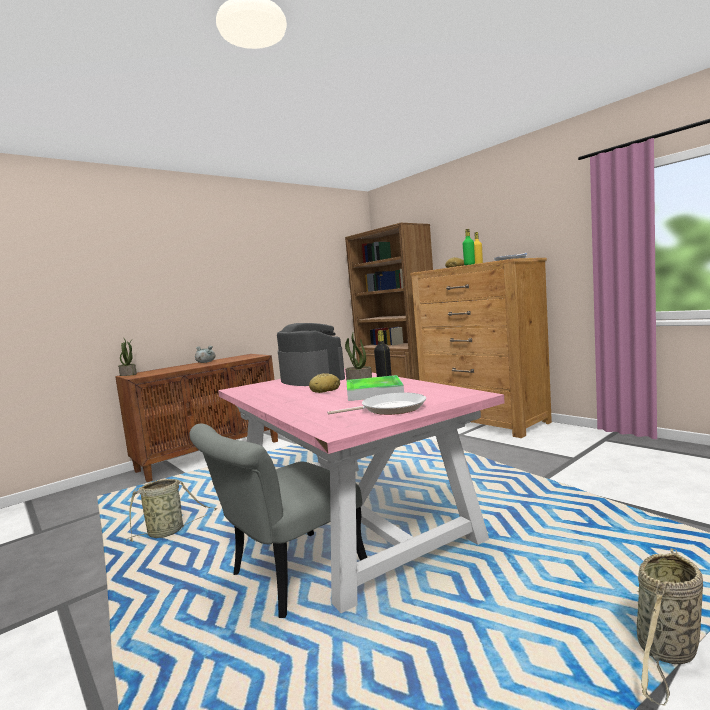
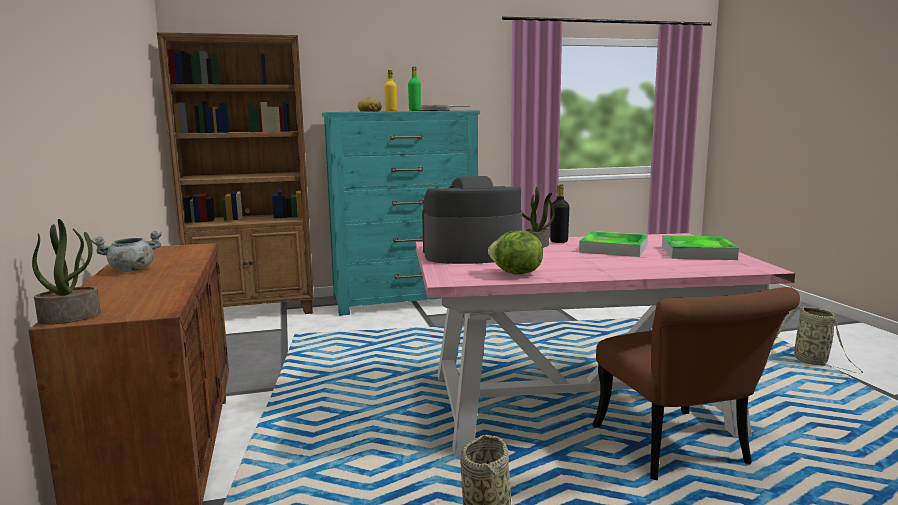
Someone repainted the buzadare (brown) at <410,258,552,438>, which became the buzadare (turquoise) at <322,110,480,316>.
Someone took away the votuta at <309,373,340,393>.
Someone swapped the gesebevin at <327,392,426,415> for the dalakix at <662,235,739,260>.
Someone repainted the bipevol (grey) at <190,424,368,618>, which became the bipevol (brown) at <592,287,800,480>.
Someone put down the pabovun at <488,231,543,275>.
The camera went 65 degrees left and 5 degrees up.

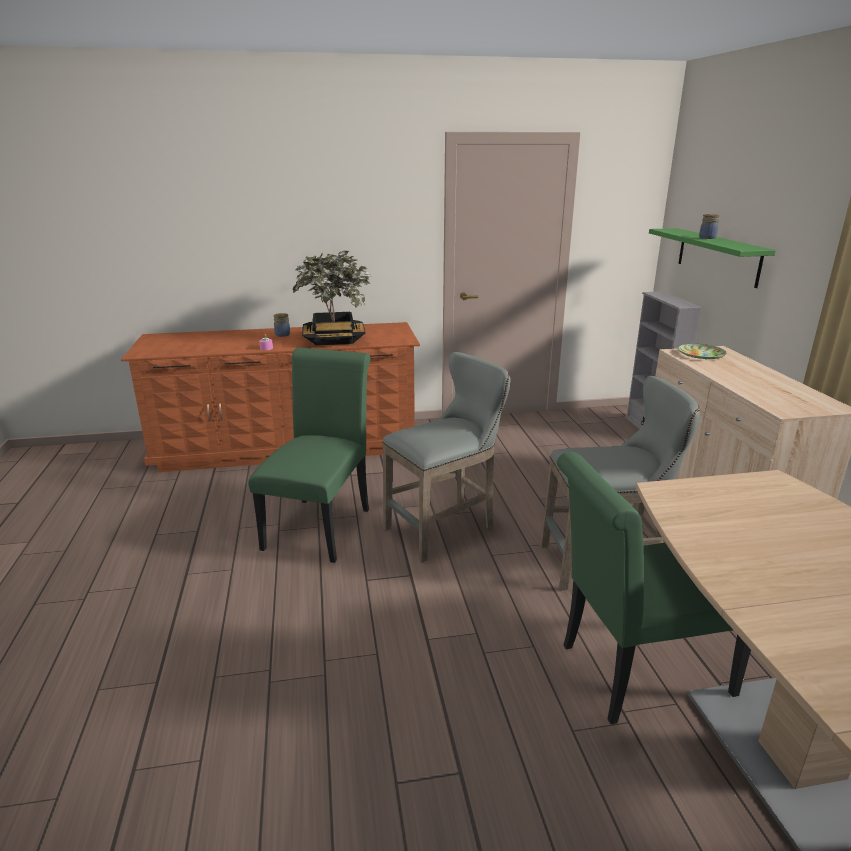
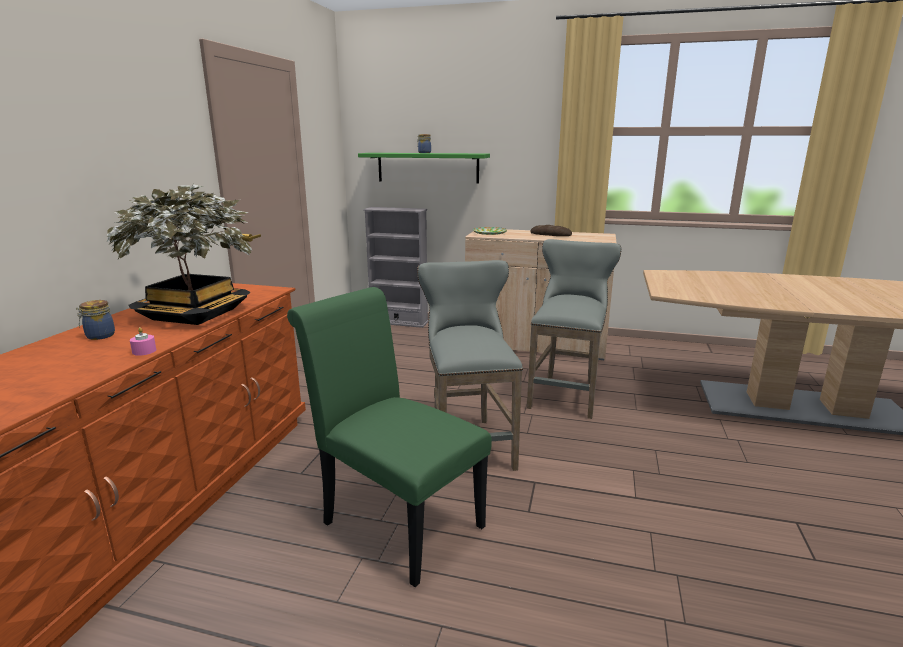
Someone took away the bipevol (green) at <557,452,751,724>.
Someone put down the votuta at <531,225,572,236>.
The camera went 65 degrees left and 5 degrees down.

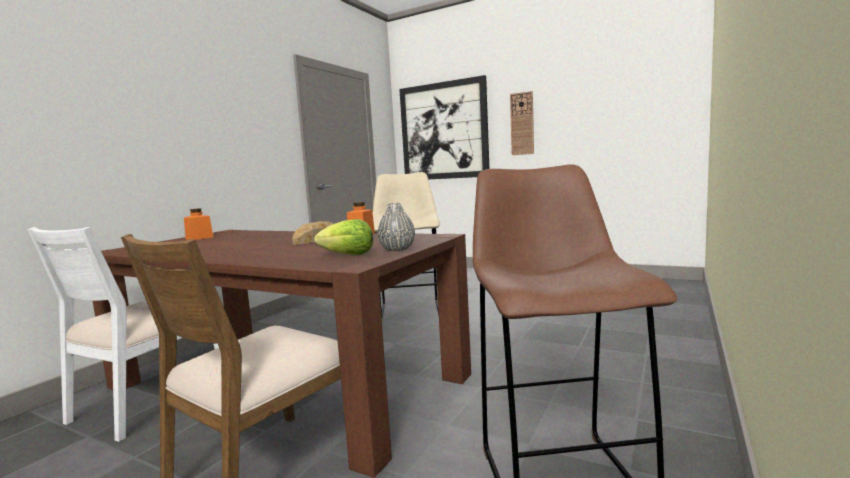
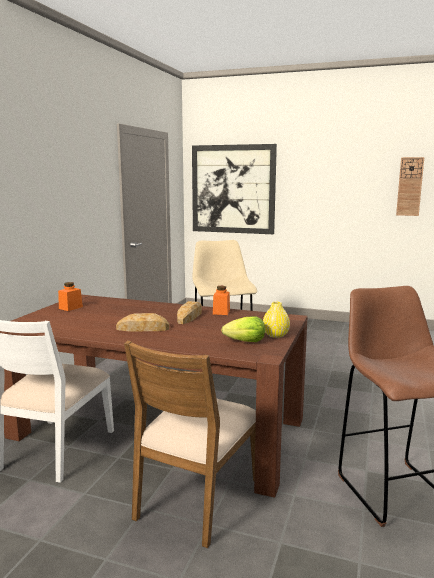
Someone carried the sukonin from <510,91,534,155> to <396,157,424,216>.
Someone repainted the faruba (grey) at <378,203,415,251>, which became the faruba (yellow) at <263,302,290,338>.
Someone put down the votuta at <116,313,169,331>.
The camera went 10 degrees left and 5 degrees up.

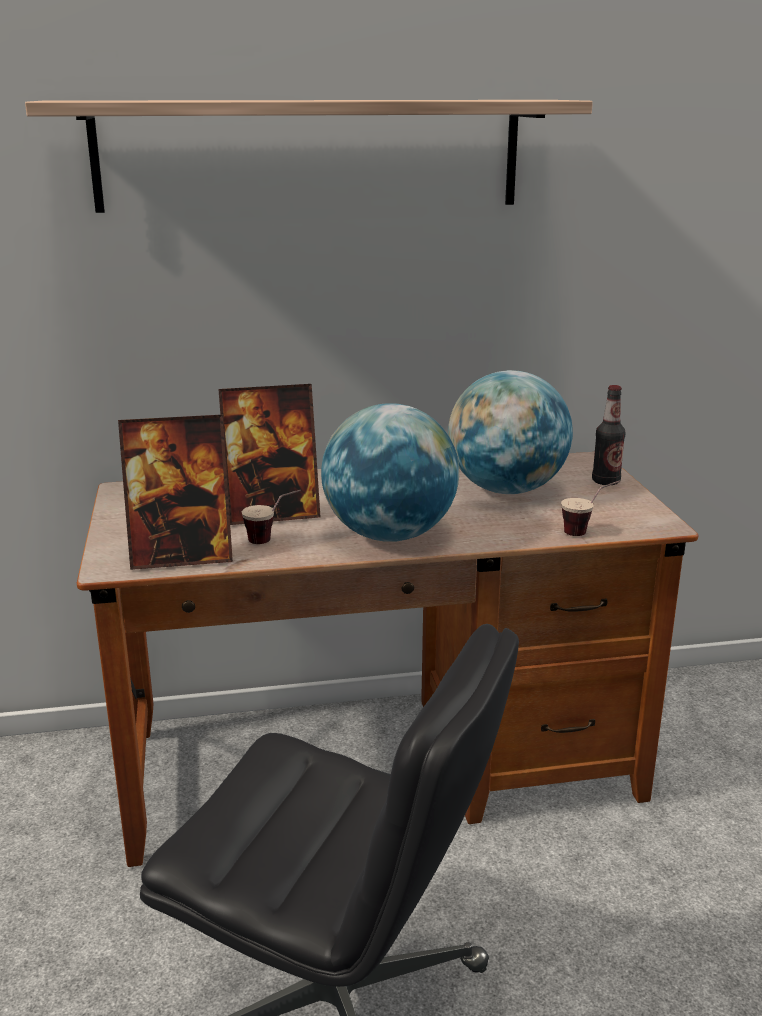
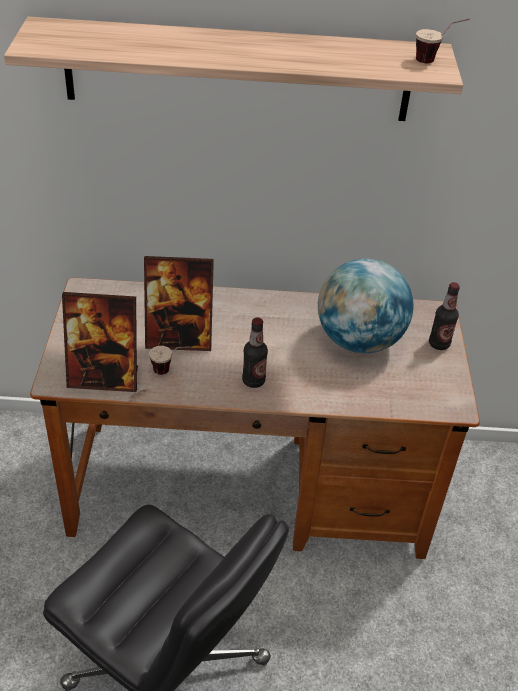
Someone swapped the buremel at <321,403,459,542> for the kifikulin at <242,317,268,388>.
Someone carried the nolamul from <561,480,620,536> to <416,19,469,63>.
The camera went 10 degrees right and 20 degrees up.

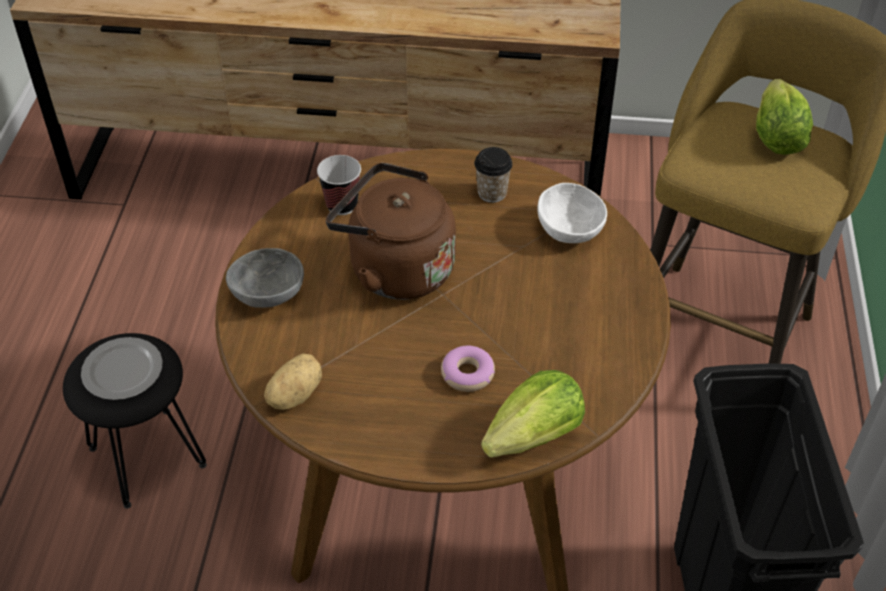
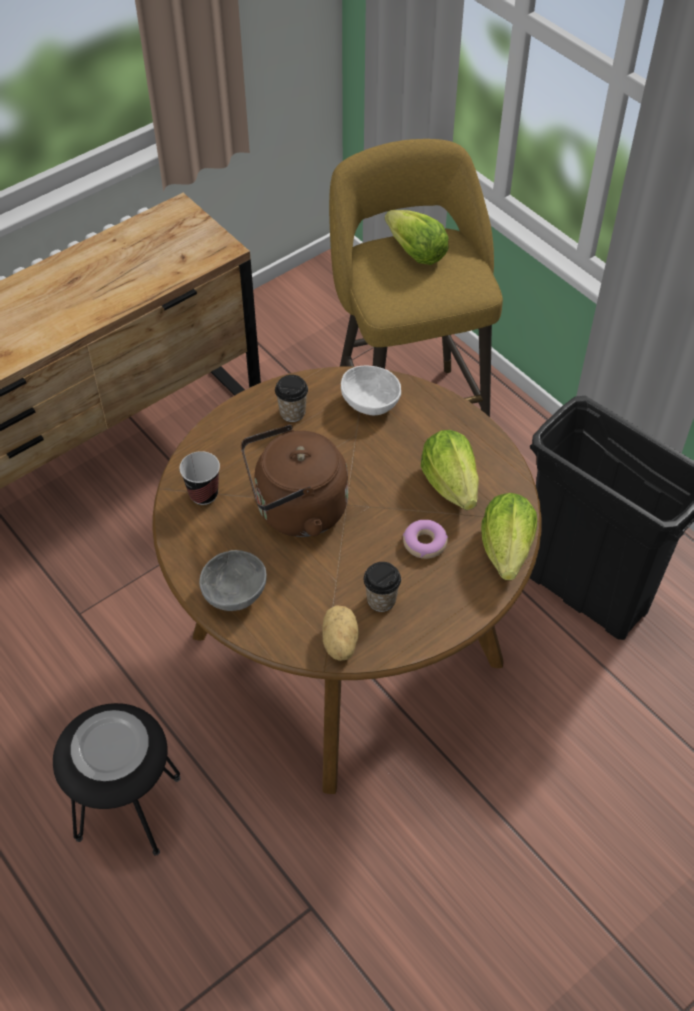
Someone put down the pabovun at <421,430,479,510>.
Someone put down the nolamul at <364,562,401,612>.
The camera went 45 degrees left and 5 degrees up.

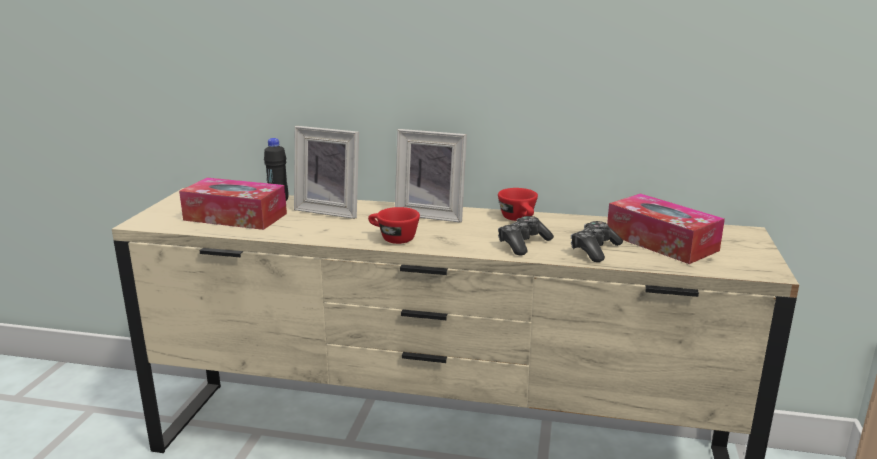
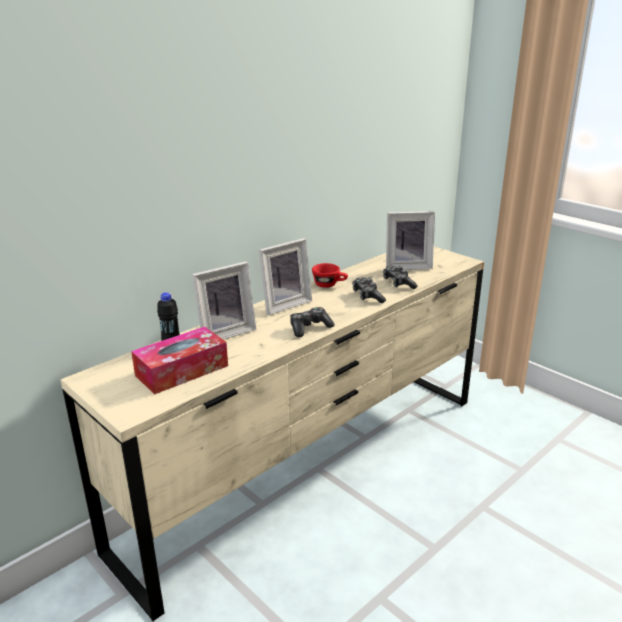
Someone swapped the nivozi at <607,193,725,264> for the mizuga at <386,211,435,270>.
Someone swapped the nolamul (red) at <368,207,420,244> for the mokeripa at <290,307,335,337>.
The camera went 55 degrees left and 5 degrees up.

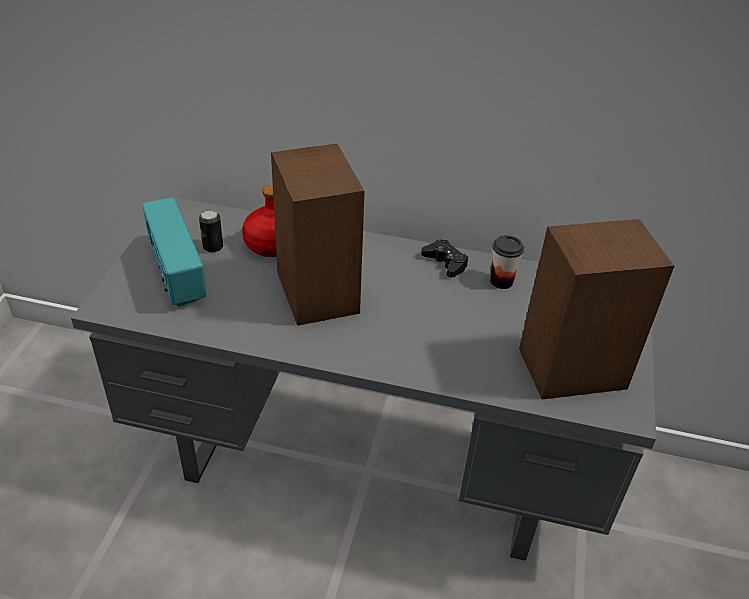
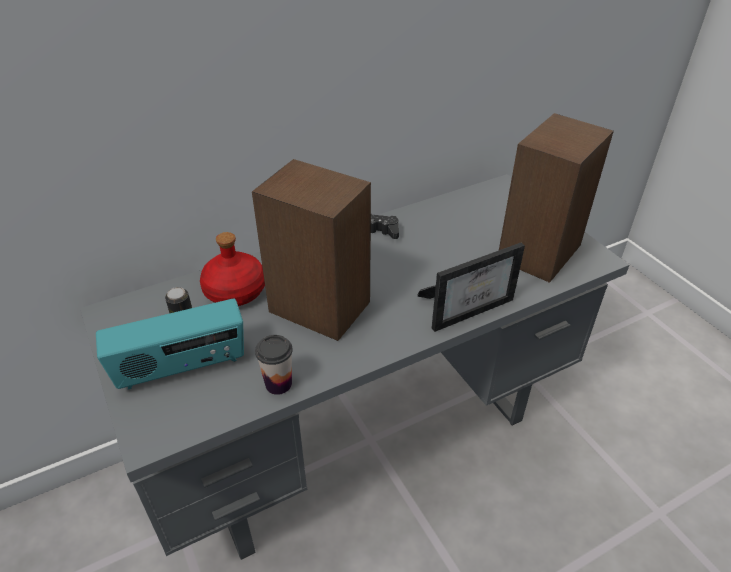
Someone rotated the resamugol at <142,197,206,307> by 45 degrees counterclockwise.
Someone carried the nolamul from <490,235,524,289> to <255,335,293,395>.
Someone put down the mizuga at <417,243,525,332>.
The camera went 40 degrees left and 0 degrees up.

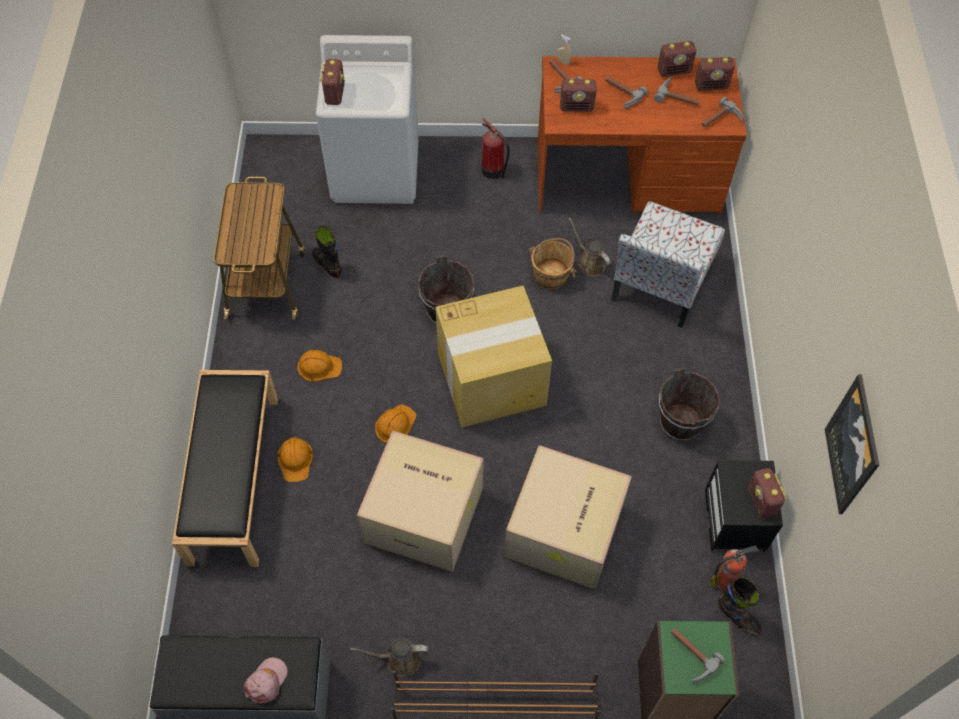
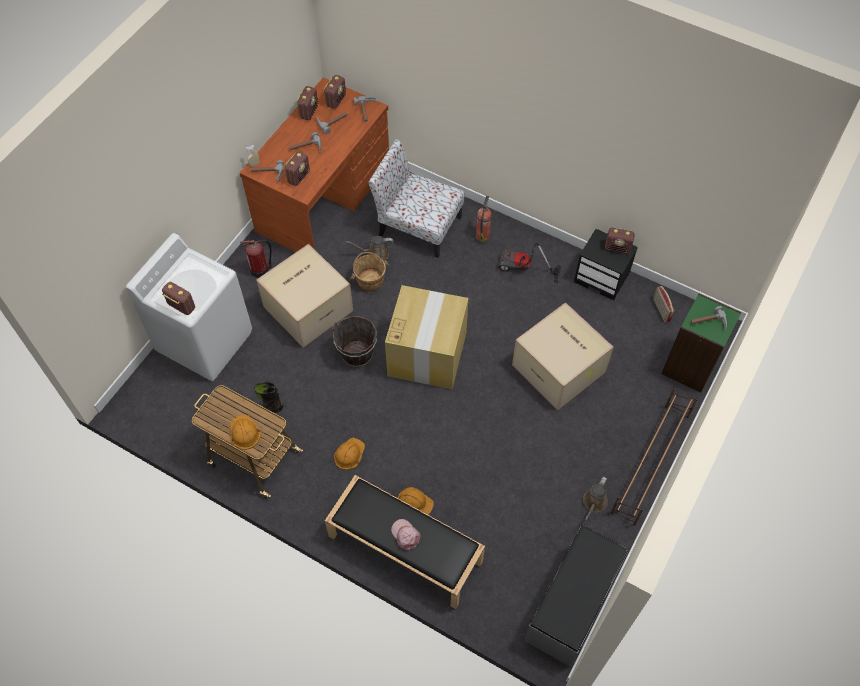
Someone rotated the bipevol at <611,201,725,328> by 150 degrees clockwise.
Someone swapped the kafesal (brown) at <659,368,720,441> for the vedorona at <498,243,561,283>.
Someone took away the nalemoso at <825,374,879,514>.
Someone carried the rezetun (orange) from <375,404,416,443> to <230,414,261,450>.
Someone carried the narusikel from <357,430,484,572> to <256,244,353,348>.
Someone carried the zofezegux from <710,545,759,590> to <476,196,492,242>.
Someone swapped the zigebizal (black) at <718,577,762,636> for the resamugol at <653,286,675,323>.
Someone carried the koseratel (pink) from <243,657,287,704> to <391,519,421,550>.
The camera went 60 degrees left and 0 degrees up.

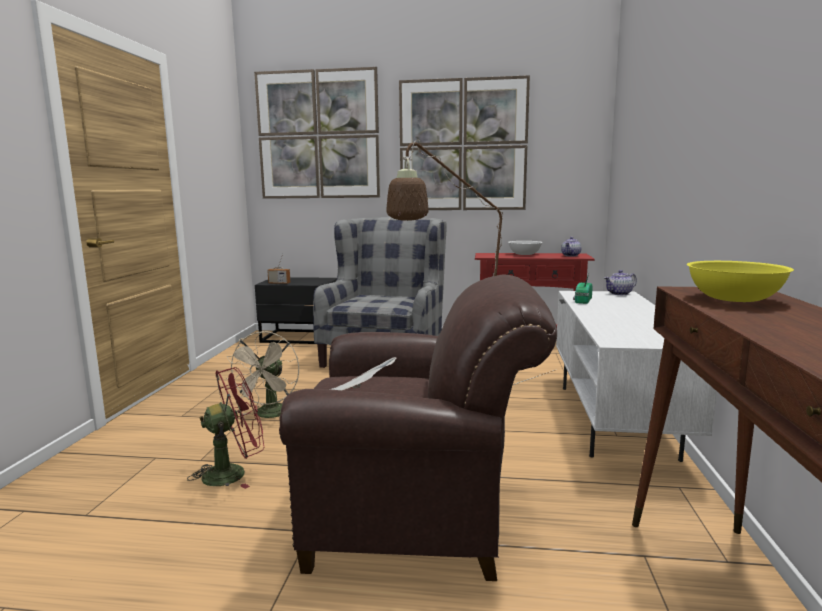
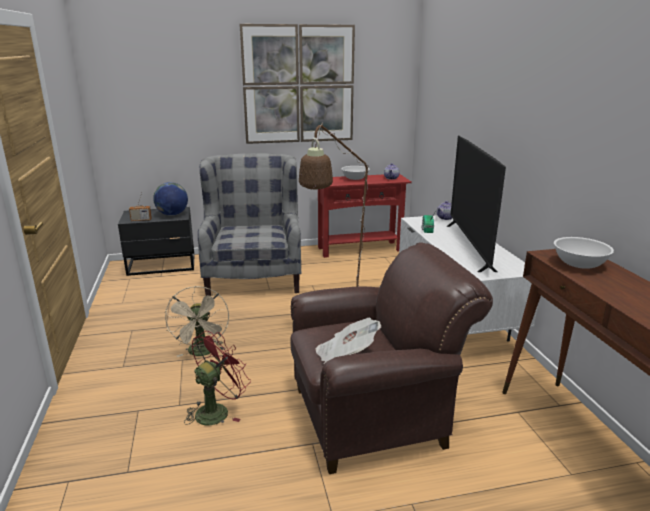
Someone took away the nalemoso at <254,67,380,199>.
Someone repainted the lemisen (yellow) at <687,261,794,302>, which became the lemisen (white) at <554,237,614,269>.
Someone put down the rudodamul at <447,136,506,272>.
Someone put down the buremel at <153,182,188,216>.
The camera went 20 degrees left and 10 degrees up.

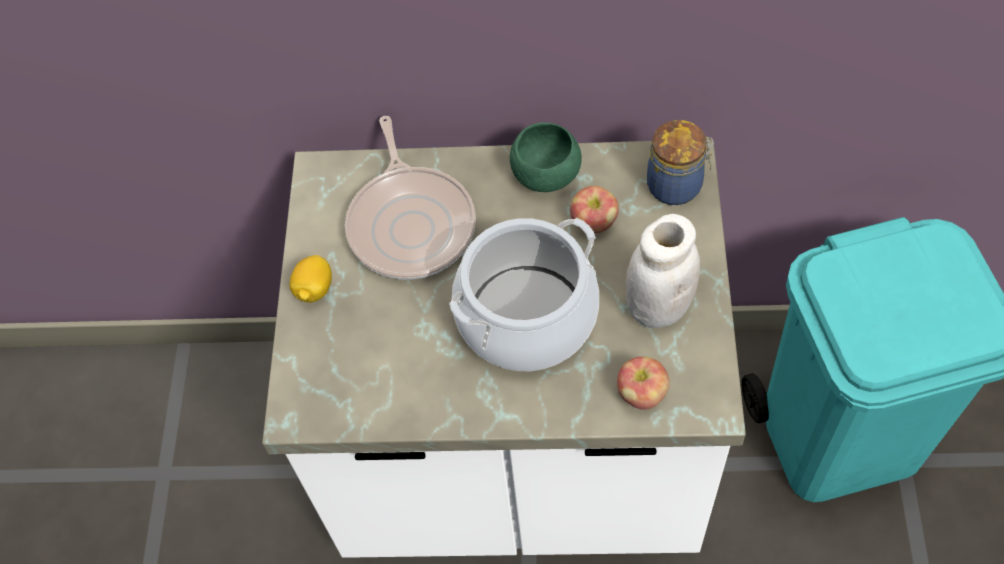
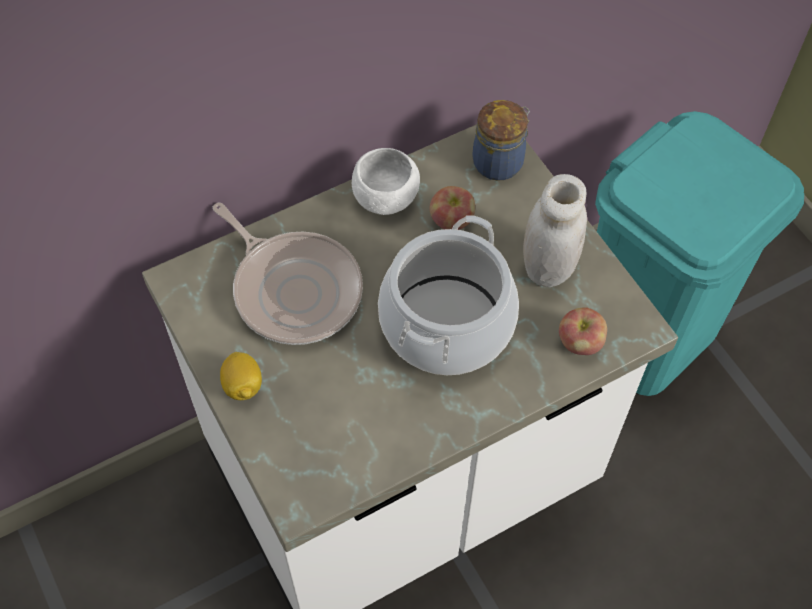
Someone repainted the lemisen (green) at <510,123,582,192>, which became the lemisen (white) at <352,148,420,215>.
The camera went 35 degrees left and 0 degrees up.

